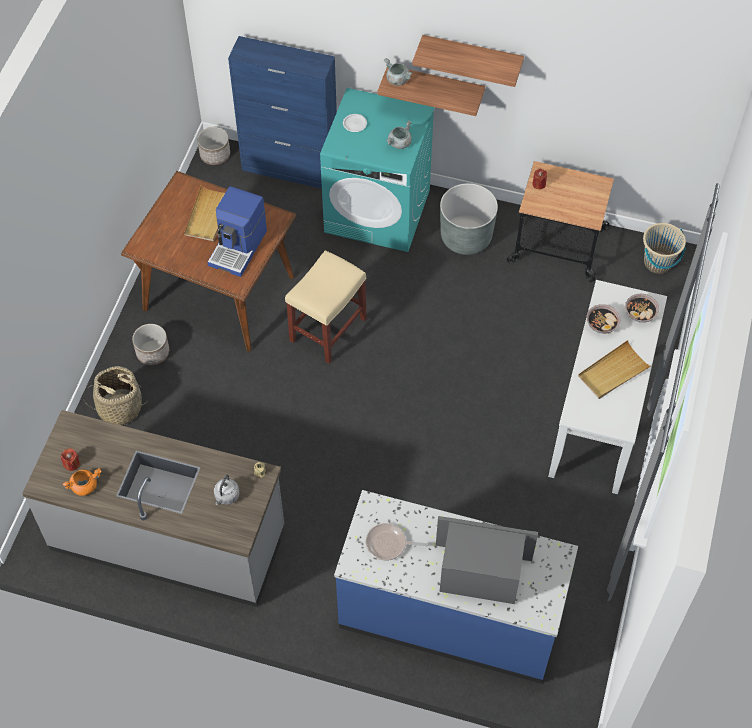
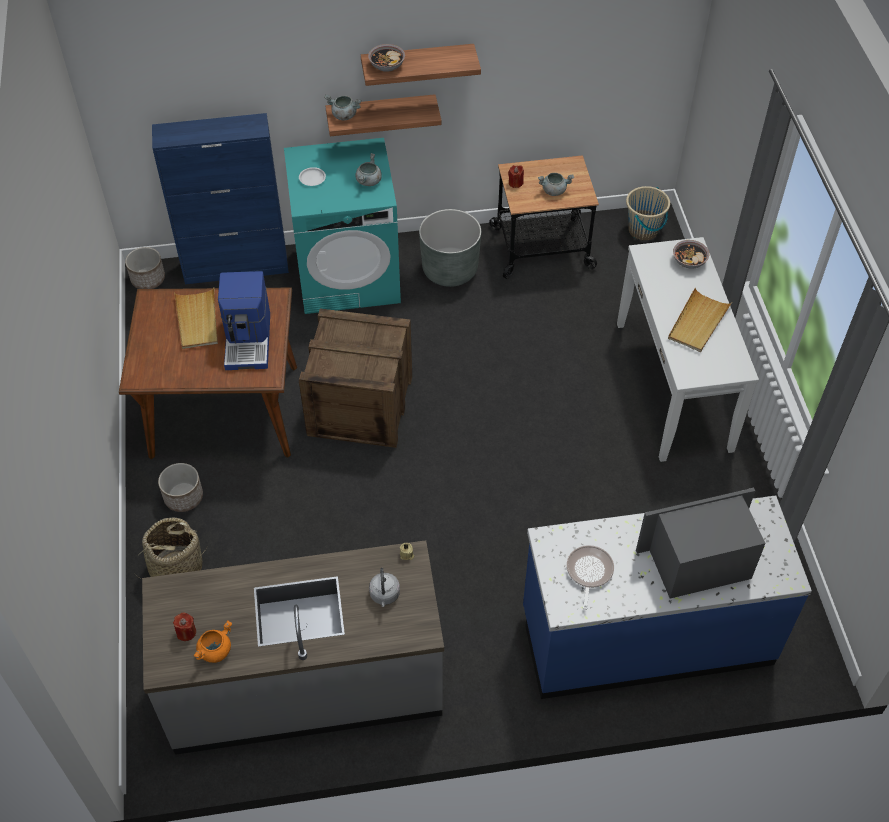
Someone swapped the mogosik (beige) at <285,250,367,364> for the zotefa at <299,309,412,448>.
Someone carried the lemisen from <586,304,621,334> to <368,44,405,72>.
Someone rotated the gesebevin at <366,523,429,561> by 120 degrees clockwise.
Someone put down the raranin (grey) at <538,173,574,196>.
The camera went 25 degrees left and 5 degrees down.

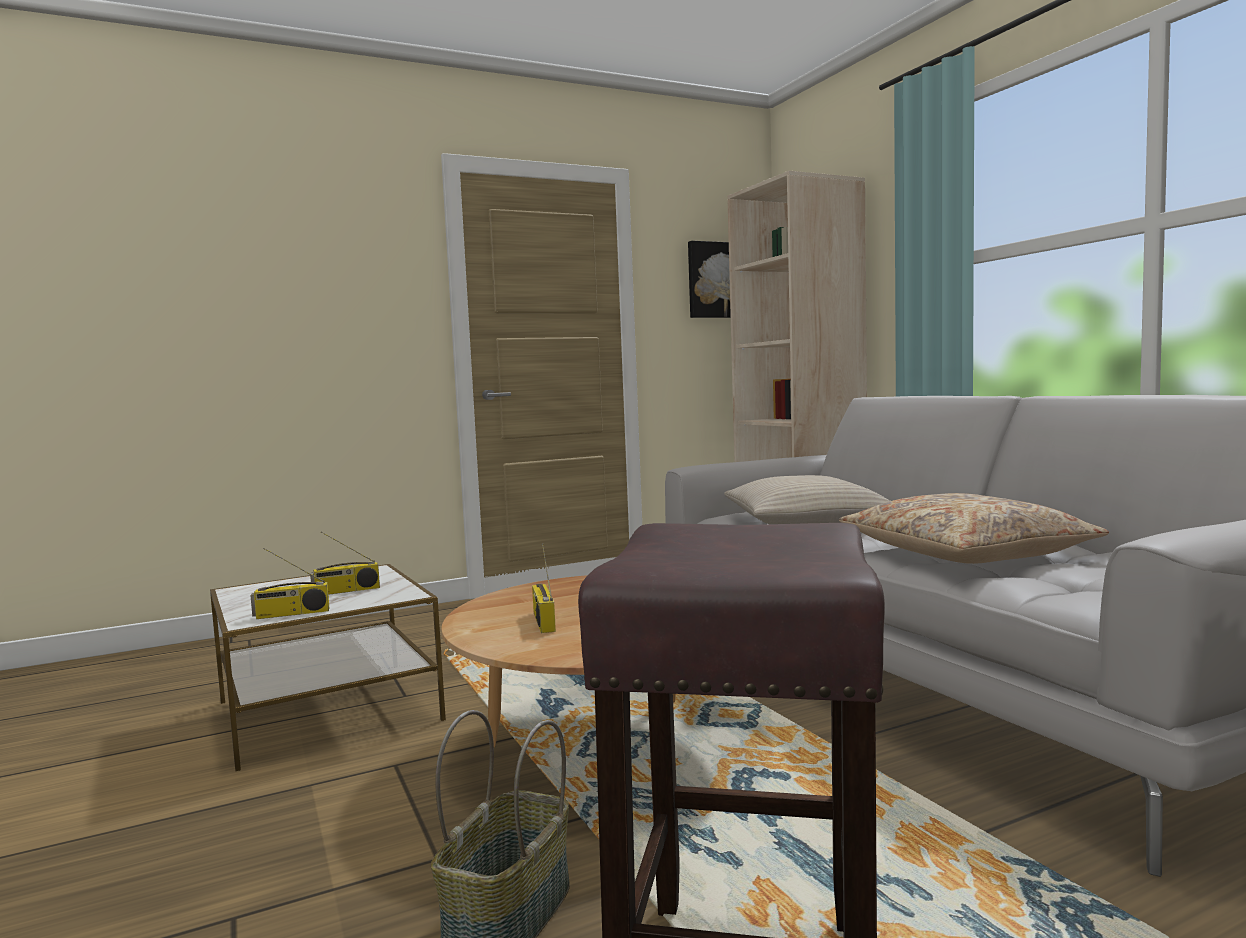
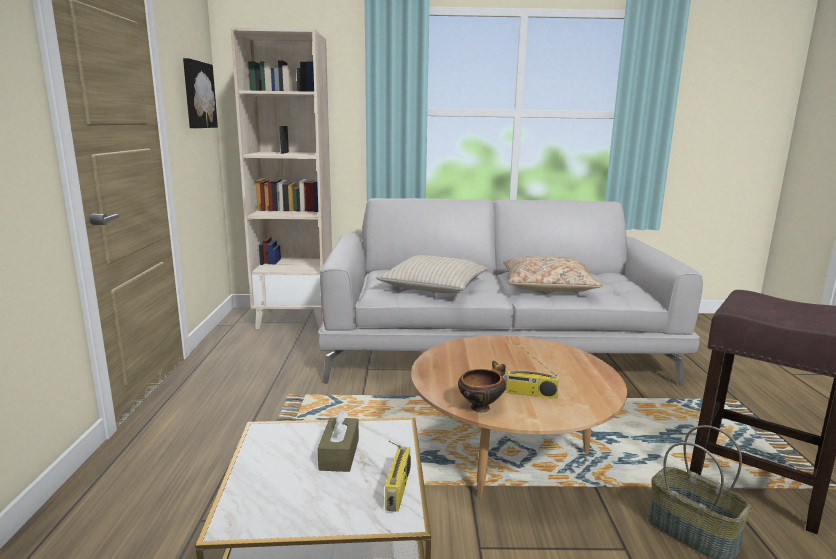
Someone swapped the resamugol at <310,532,380,595> for the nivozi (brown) at <318,409,359,472>.
Someone put down the lemisen at <458,361,506,412>.
The camera went 65 degrees left and 10 degrees up.

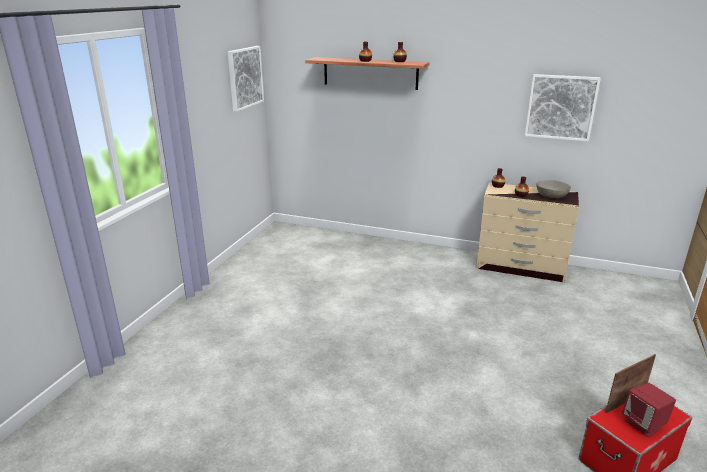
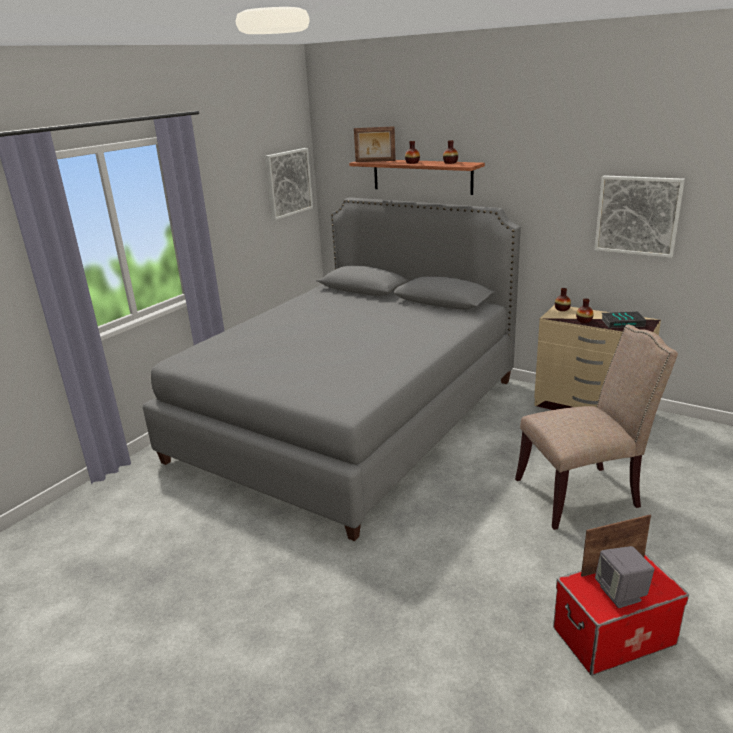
Someone swapped the lemisen (grey) at <536,180,571,198> for the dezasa at <601,311,646,328>.
Someone repainted the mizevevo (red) at <622,383,676,437>, which became the mizevevo (grey) at <595,546,654,608>.
Someone put down the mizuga at <354,126,396,162>.
Someone put down the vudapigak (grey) at <143,197,521,541>.
Someone put down the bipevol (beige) at <515,324,678,530>.
The camera went 15 degrees right and 0 degrees up.

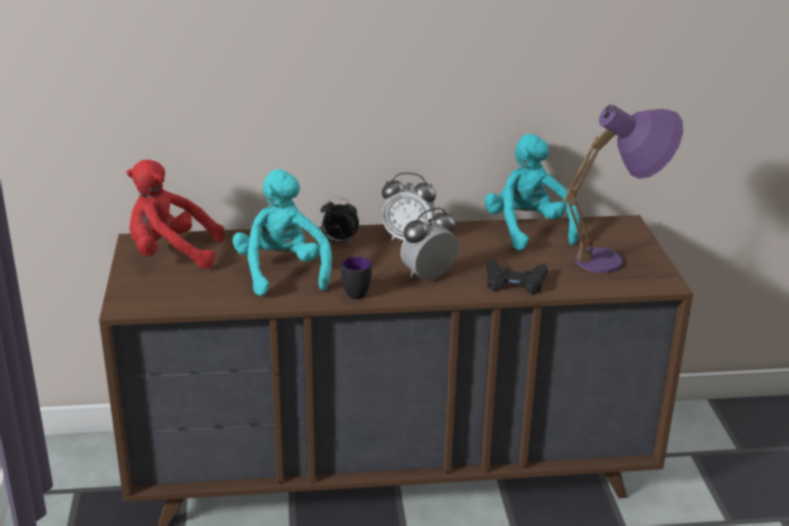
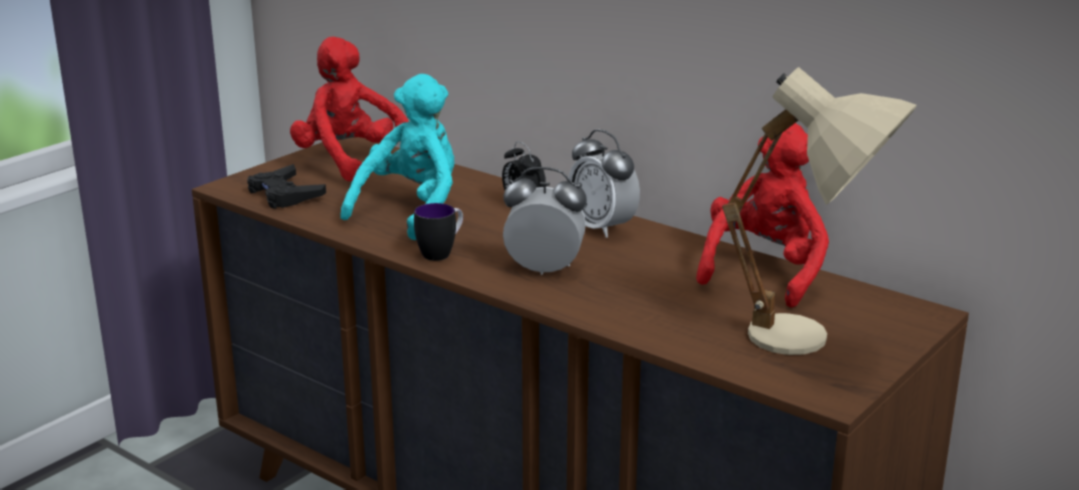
Someone repainted the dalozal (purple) at <564,105,683,273>, which became the dalozal (beige) at <722,67,917,355>.
Someone repainted the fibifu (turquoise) at <484,134,580,250>, which became the fibifu (red) at <696,123,829,308>.
Someone carried the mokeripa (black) from <485,258,548,295> to <247,164,326,209>.
The camera went 45 degrees right and 5 degrees down.

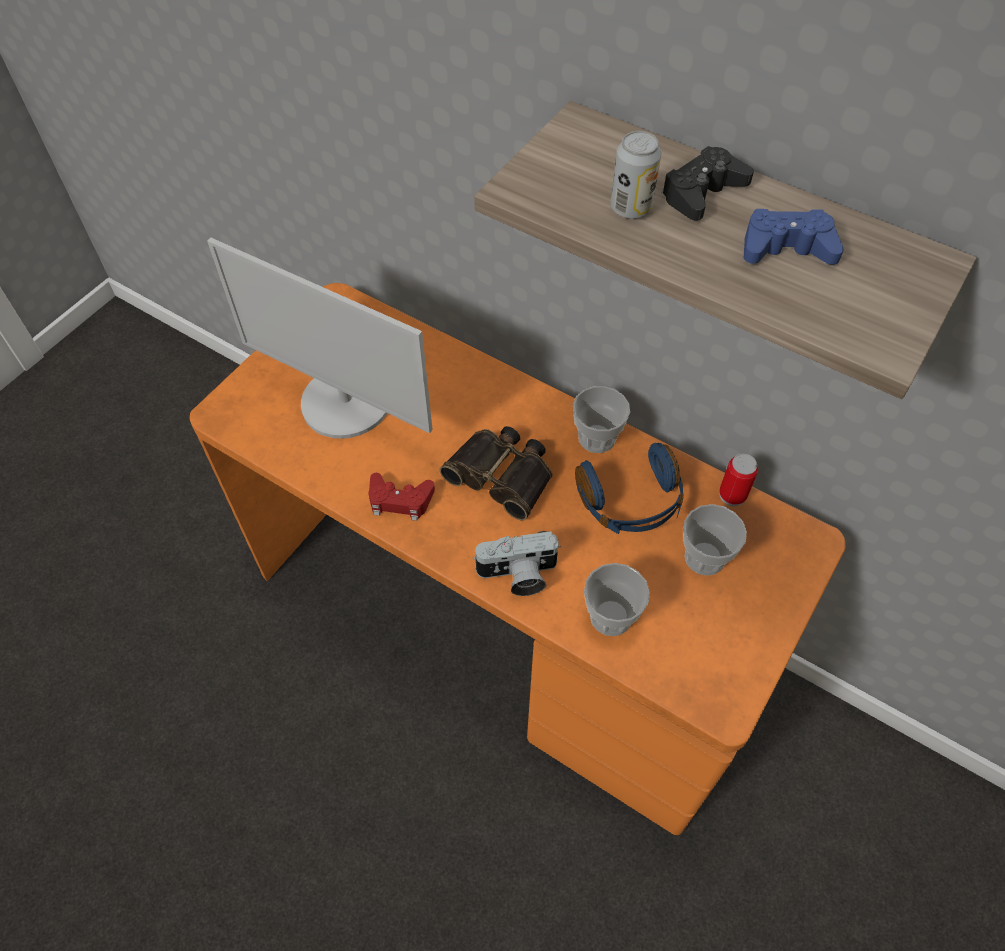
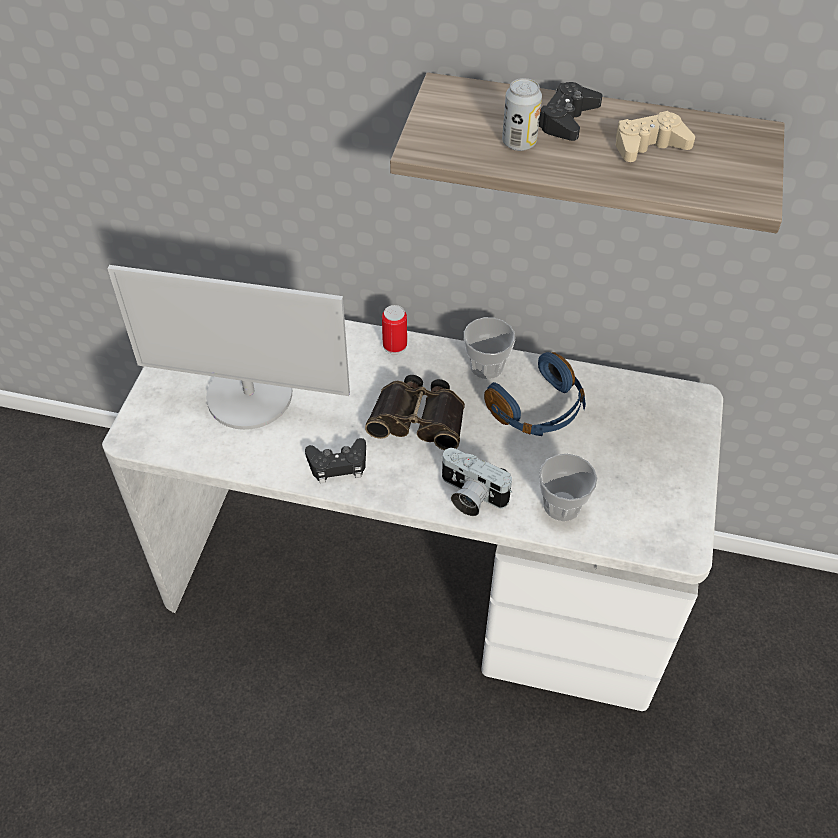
Someone repainted the mokeripa (blue) at <744,209,844,265>, which became the mokeripa (beige) at <616,111,695,162>.
Someone repainted the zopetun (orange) at <190,283,845,835>, which became the zopetun (white) at <102,320,723,711>.
Someone carried the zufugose from <719,454,758,506> to <382,305,407,355>.
Someone repainted the mokeripa (red) at <368,473,435,521>, which became the mokeripa (black) at <305,438,366,483>.
Someone took away the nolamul at <683,504,747,576>.
Someone rotated the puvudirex at <472,531,561,596> by 60 degrees clockwise.
The camera went 20 degrees left and 5 degrees down.

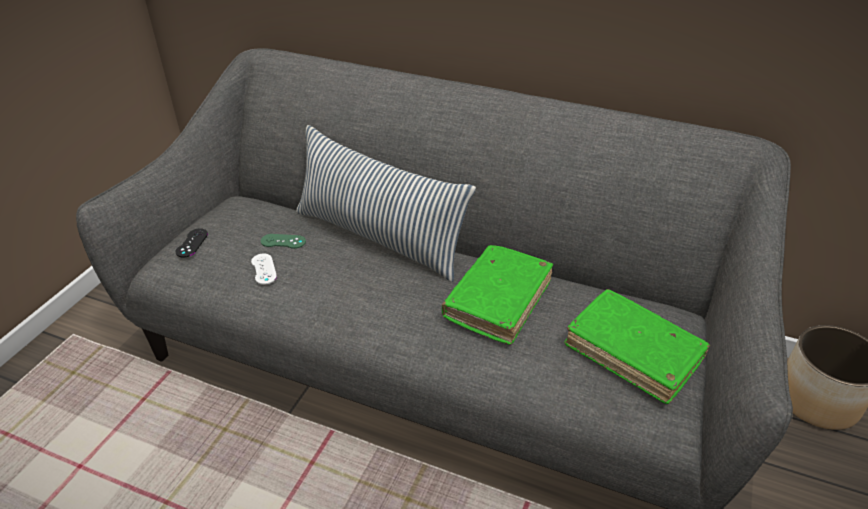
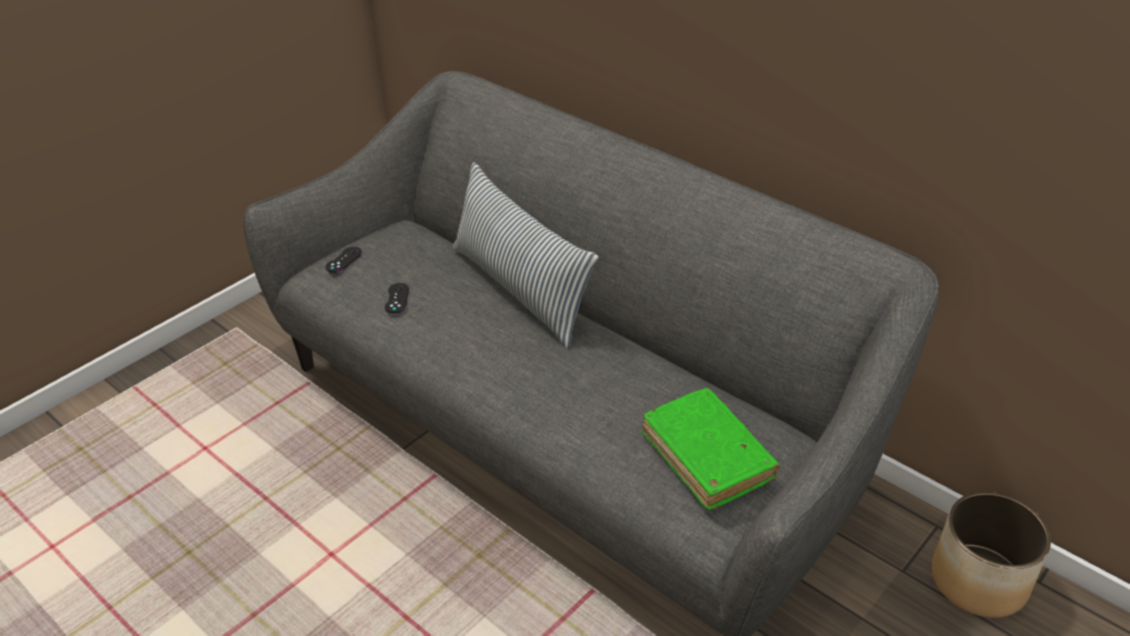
Someone took away the mokeripa (green) at <261,234,306,249>.
Someone took away the dezasa (green) at <442,245,553,345>.
Someone repainted the mokeripa (white) at <251,253,277,285>, which became the mokeripa (black) at <385,283,409,313>.
The camera went 20 degrees right and 0 degrees up.

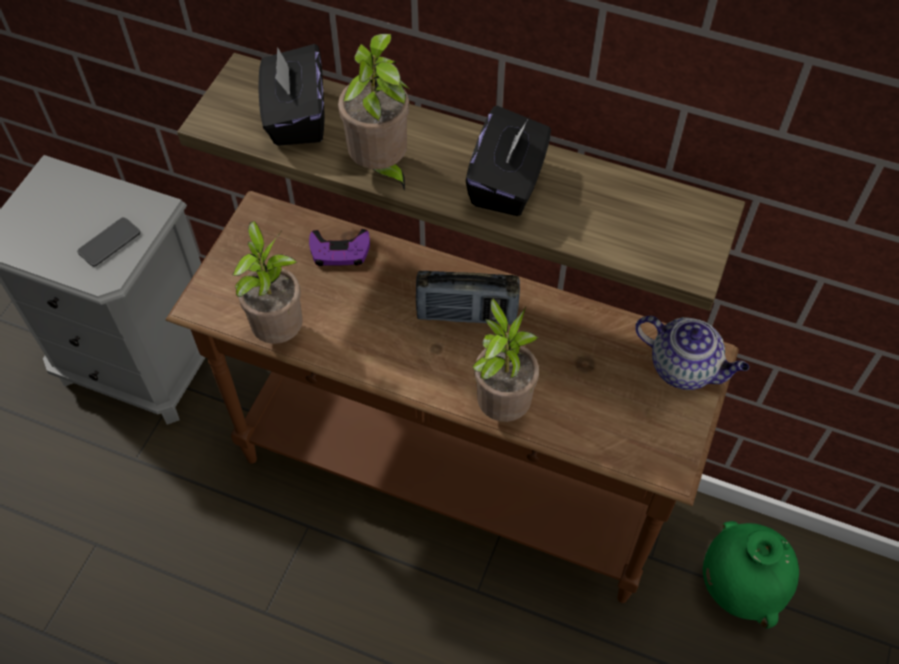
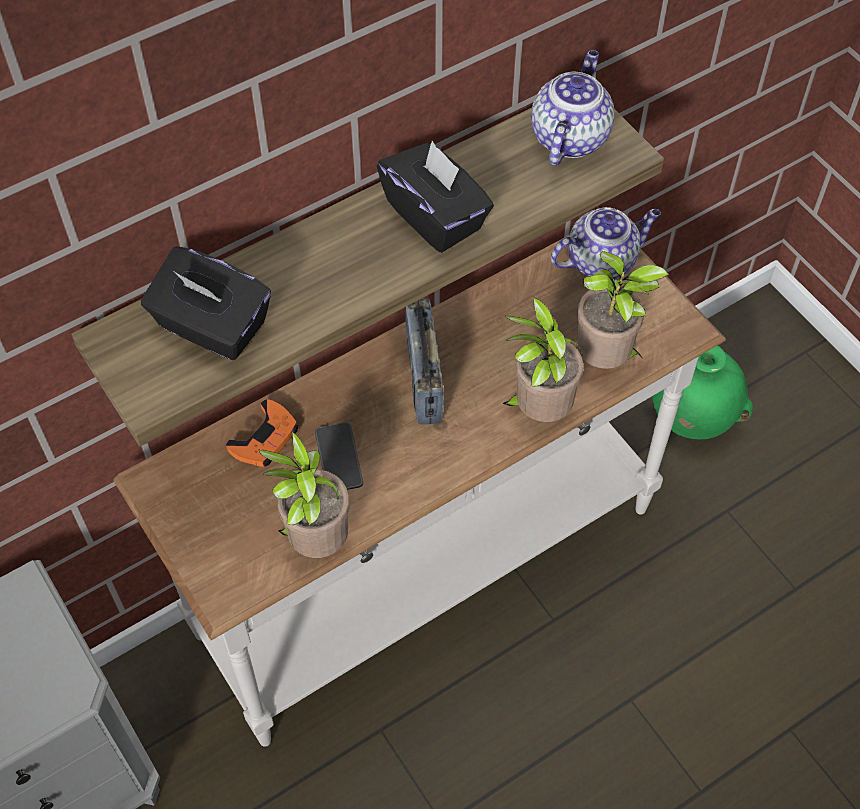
Someone carried the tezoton from <338,33,409,191> to <577,251,669,369>.
Someone repainted the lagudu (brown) at <166,191,739,603>, which became the lagudu (white) at <113,235,726,747>.
Someone carried the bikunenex from <77,217,140,267> to <315,422,363,490>.
Someone repainted the mokeripa (purple) at <309,229,370,266>, which became the mokeripa (orange) at <226,399,298,467>.
Someone rotated the resamugol at <416,271,520,325> by 135 degrees clockwise.
Someone put down the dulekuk at <531,50,614,165>.
The camera went 55 degrees left and 0 degrees up.

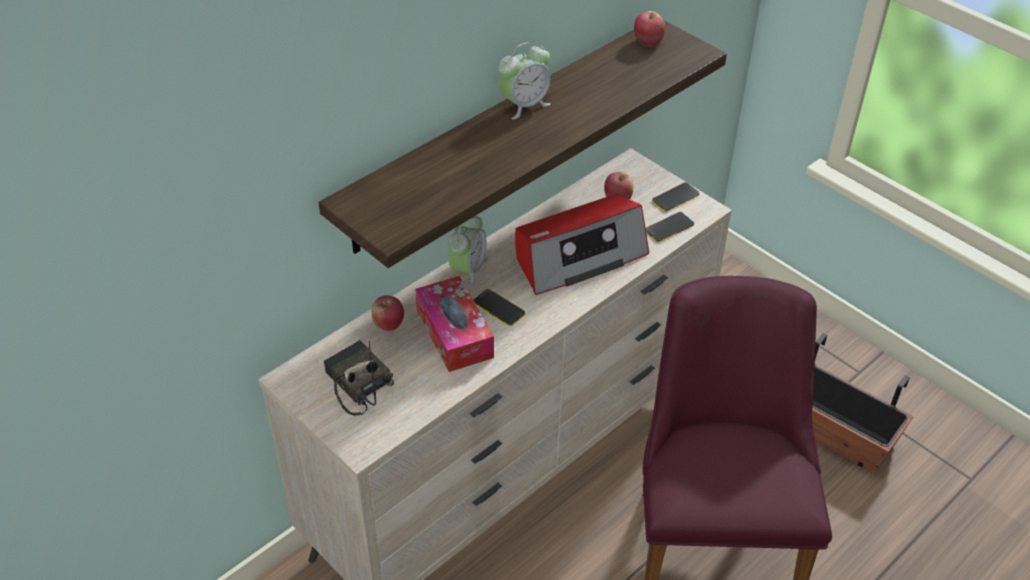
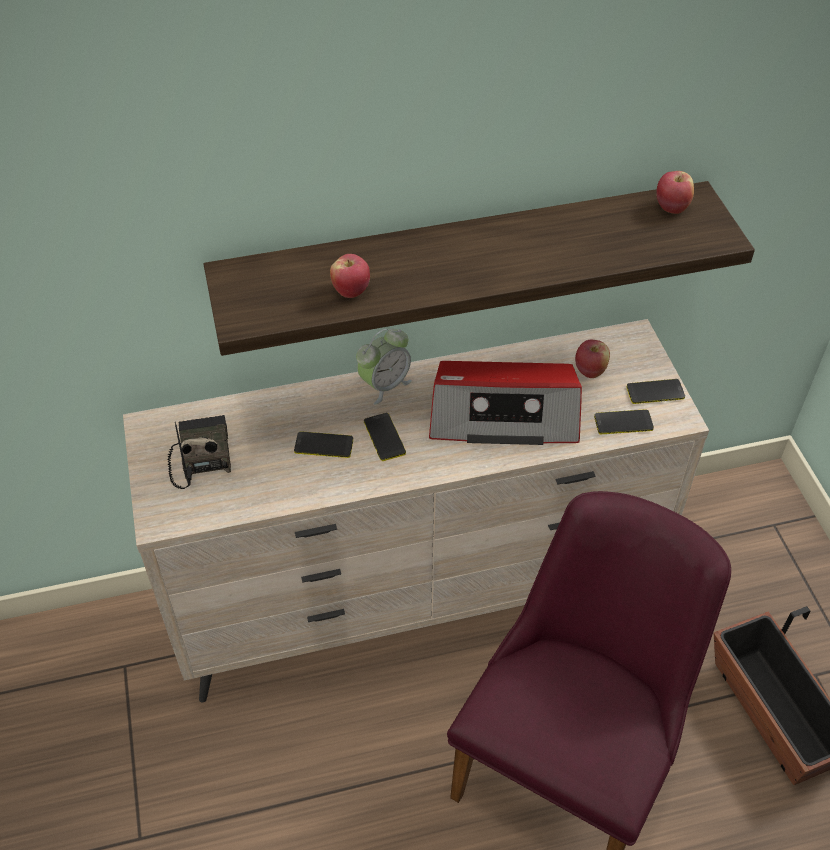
Someone took away the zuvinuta at <498,42,551,120>.
Someone swapped the nivozi at <415,276,494,372> for the bikunenex at <294,431,353,458>.
Someone carried the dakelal from <372,295,404,331> to <330,254,370,298>.
The camera went 30 degrees right and 5 degrees up.

